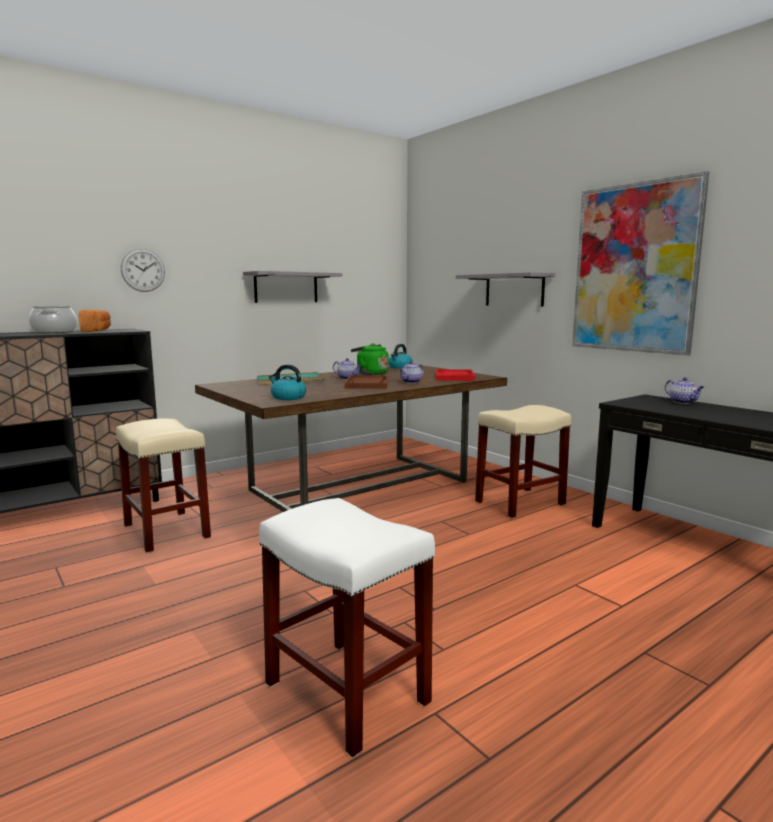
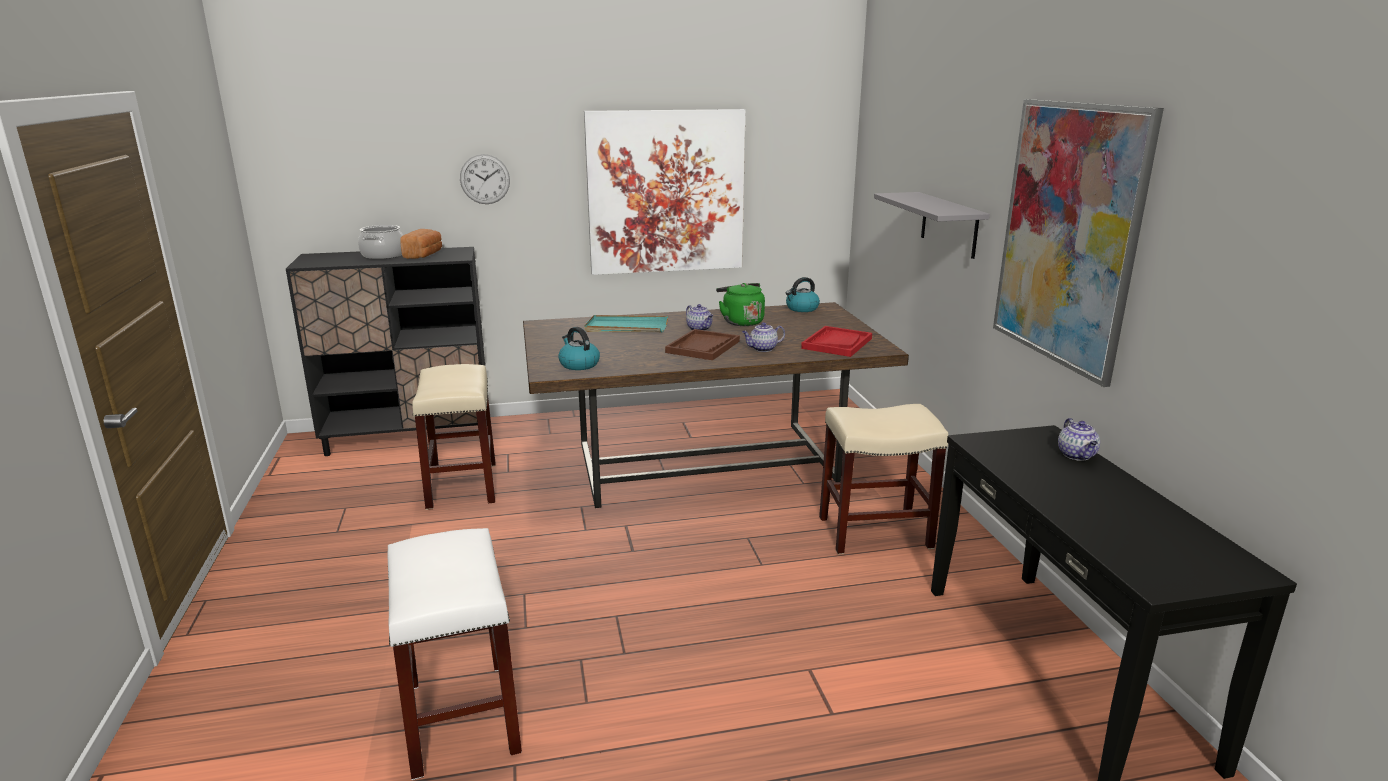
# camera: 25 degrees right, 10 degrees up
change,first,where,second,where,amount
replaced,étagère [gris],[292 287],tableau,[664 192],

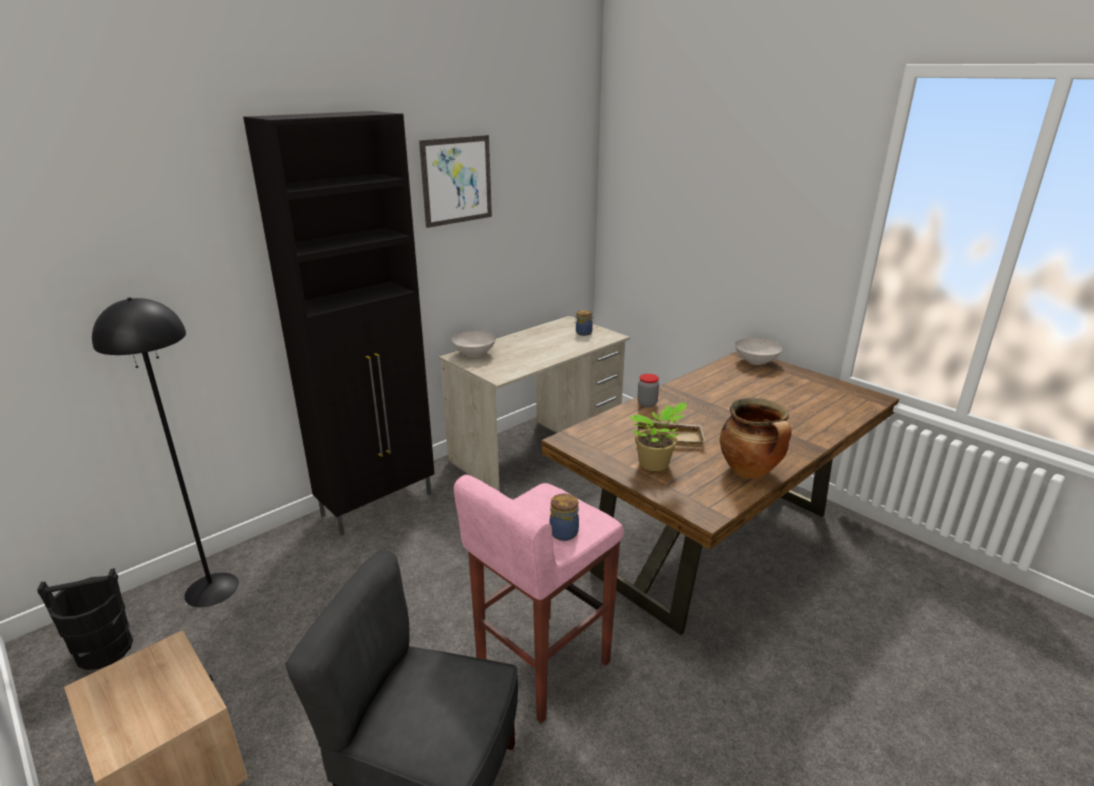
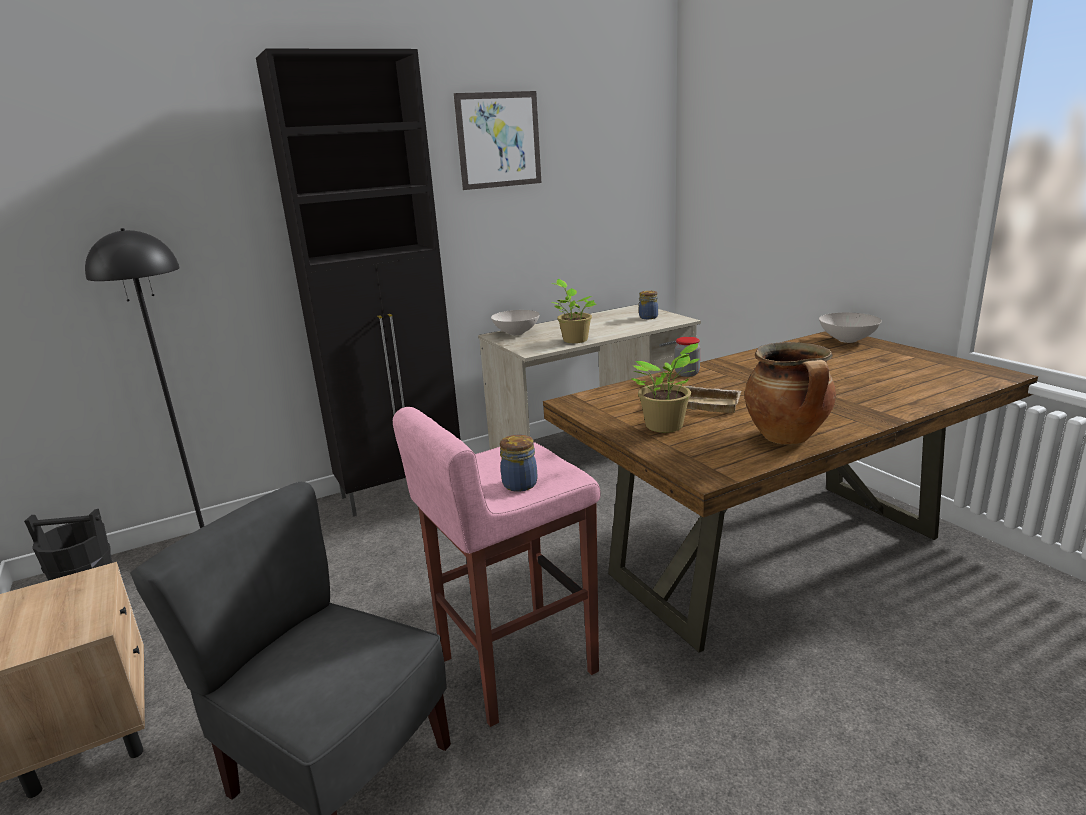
# camera: 15 degrees right, 5 degrees down
change,first,where,second,where,amount
added,,,plante en pot,[573 311],

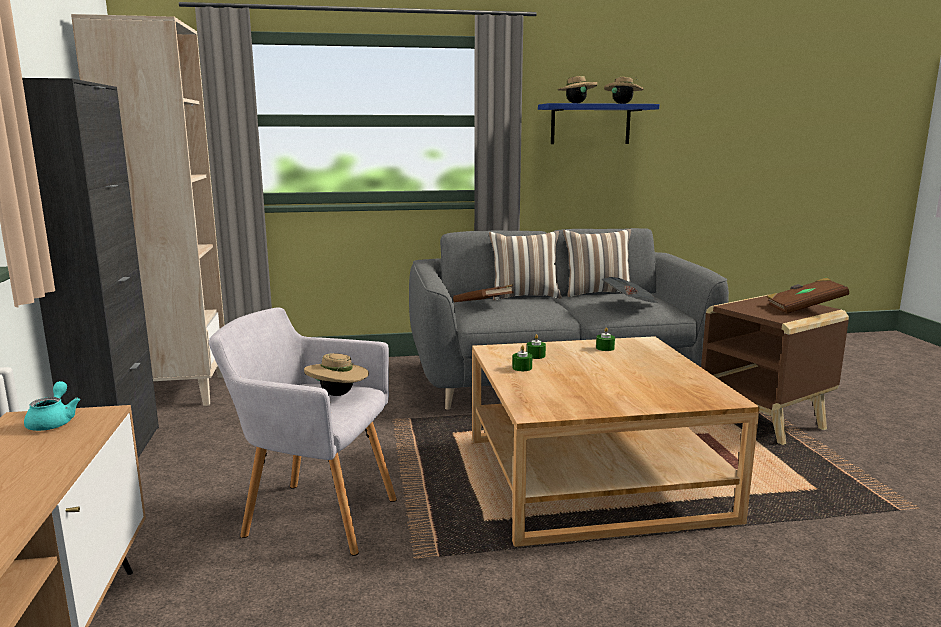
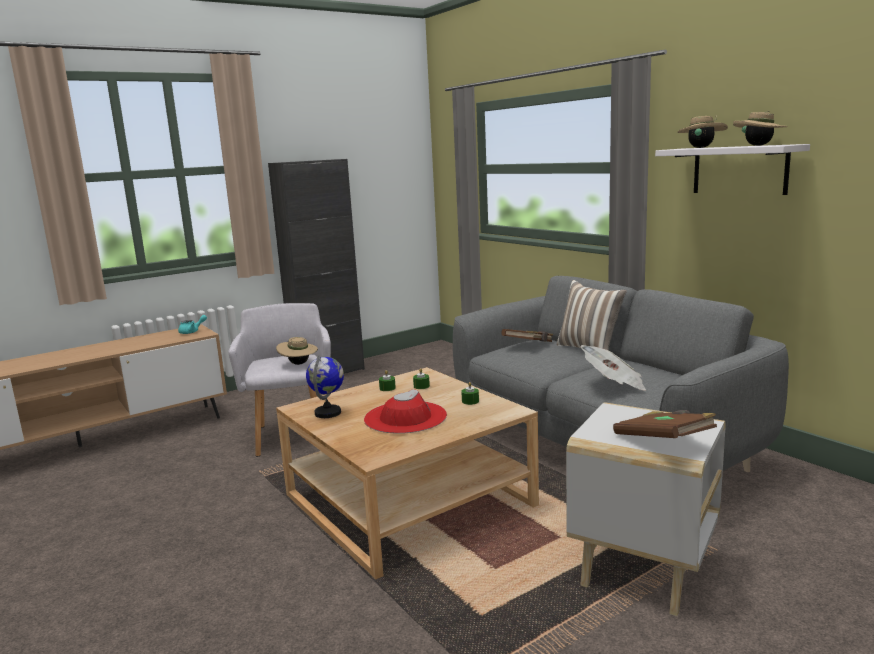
# camera: 65 degrees right, 0 degrees up
change,first,where,second,where,amount
removed,bibliothèque [beige],[148 210],,,
removed,coussin,[597 263],,,
added,,,globe,[325 386],
added,,,chapeau [rouge],[405 411],
recoloured,étagère [bleu],[598 123],étagère [blanc],[732 169],
recoloured,table d'appoint [marron],[775 370],table d'appoint [blanc],[646 509],

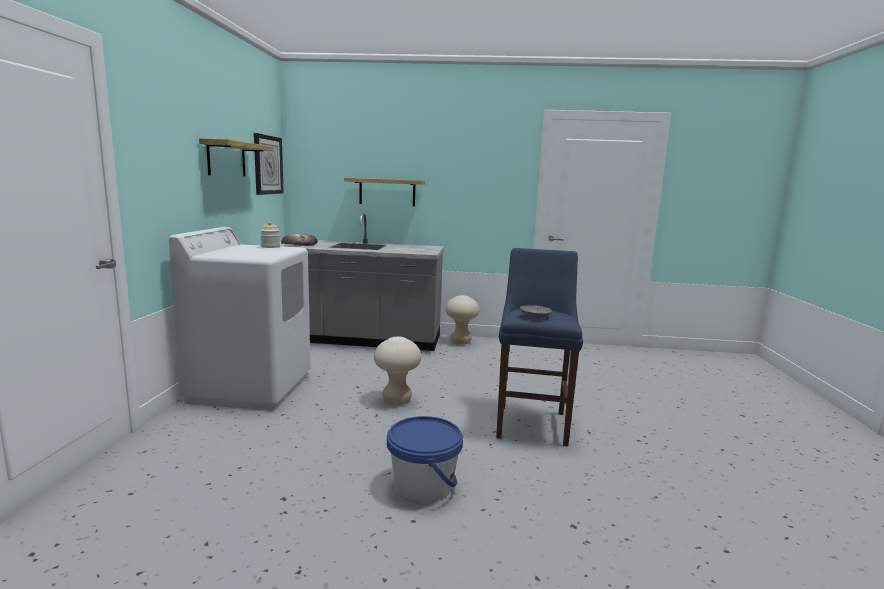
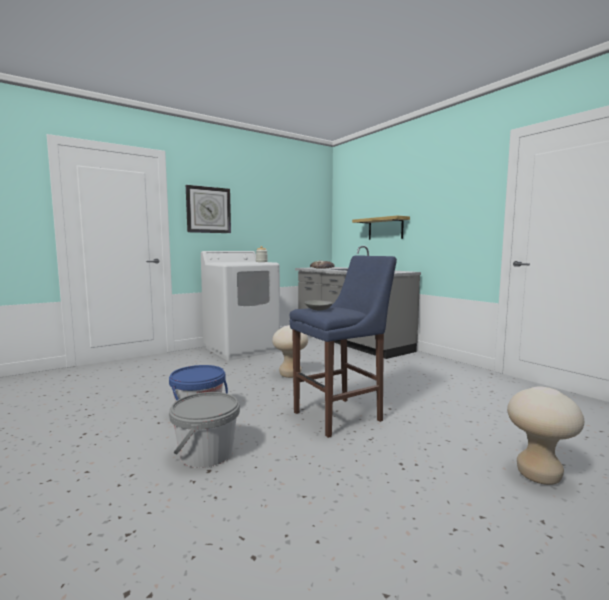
# camera: 50 degrees right, 5 degrees down
change,first,where,second,where,amount
removed,étagère,[236 157],,,
added,,,seau [gris],[204 430],
moved,horloge murale,[269 164],,[208 209],
moved,tabouret [beige],[462 320],,[545 436],

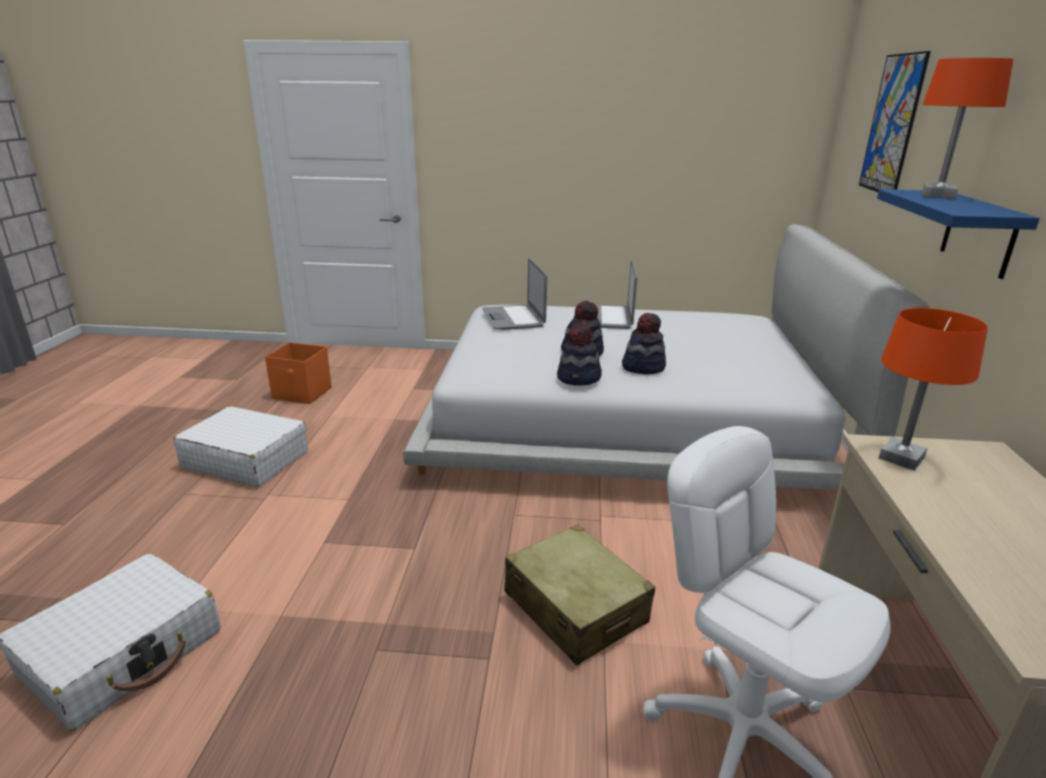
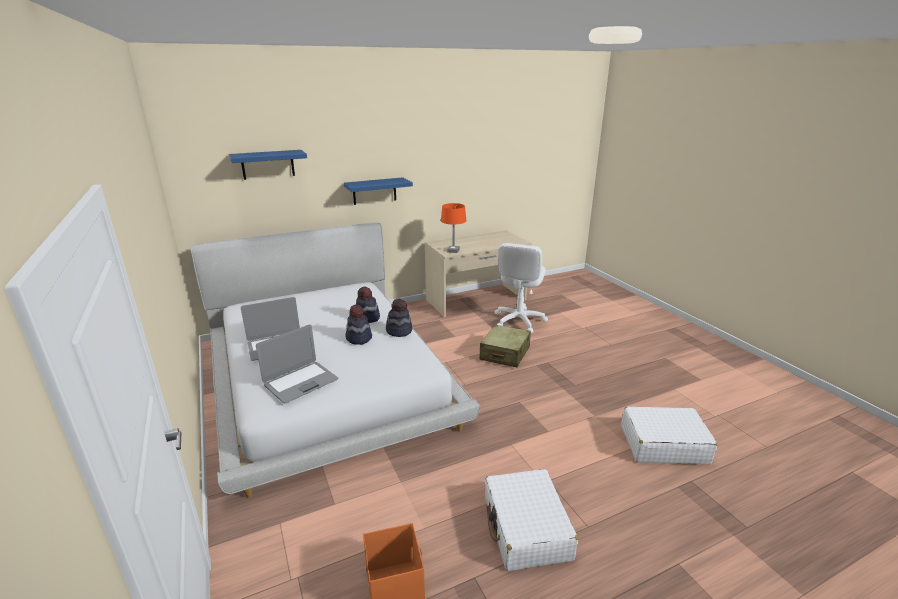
# camera: 120 degrees left, 0 degrees up
change,first,where,second,where,amount
removed,lampe de table [orange],[968 128],,,
replaced,tableau,[895 121],étagère [bleu],[268 165],

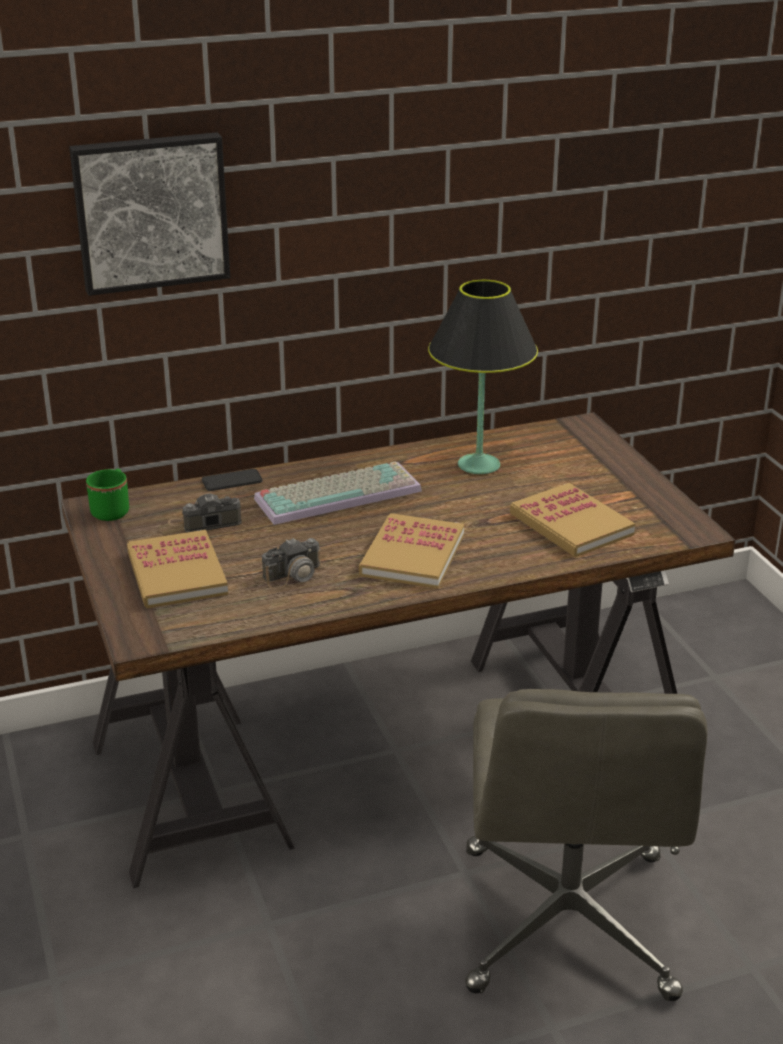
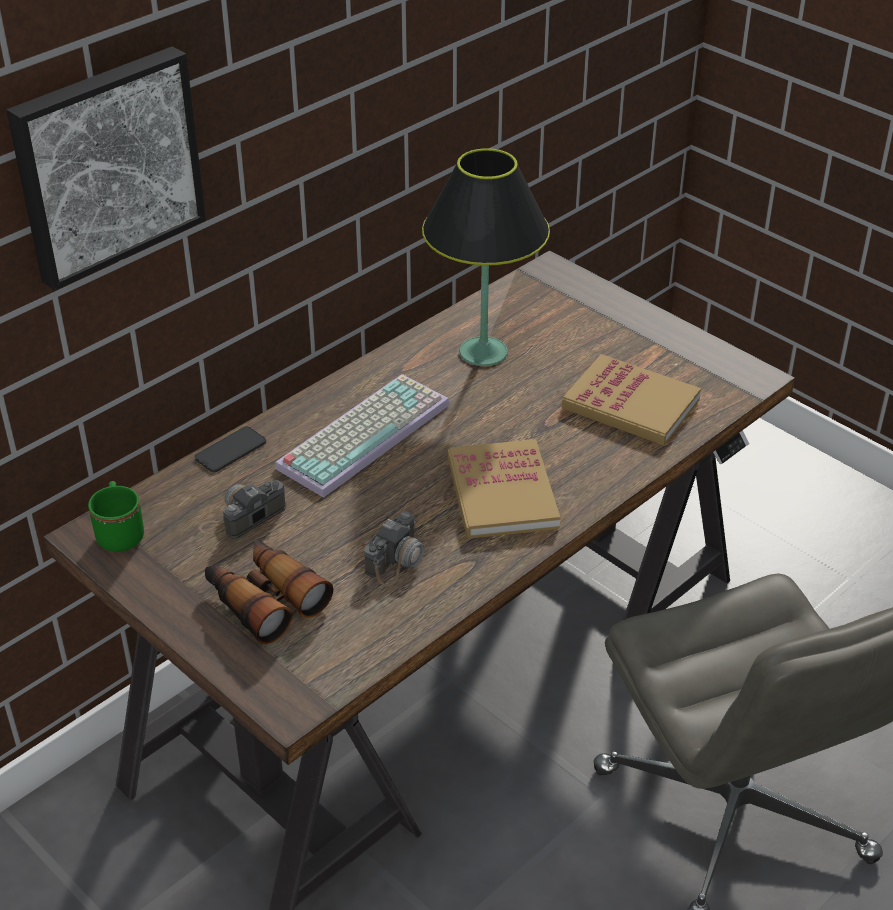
# camera: 25 degrees left, 10 degrees up
change,first,where,second,where,amount
replaced,livre,[177 569],jumelles,[269 591],

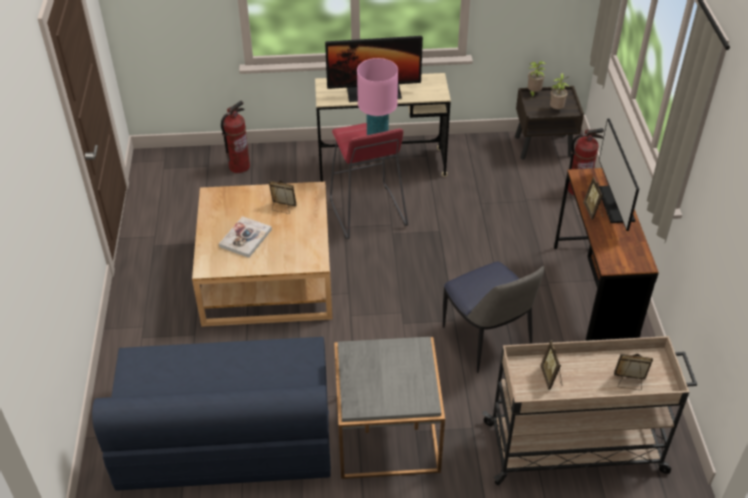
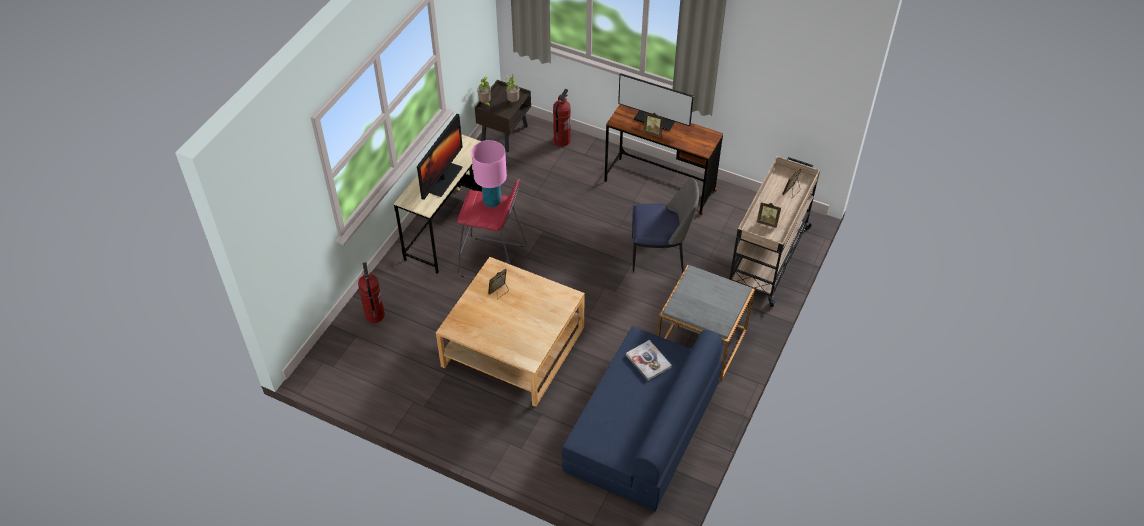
# camera: 60 degrees left, 5 degrees up
change,first,where,second,where,amount
moved,livre,[245 237],,[649 360],

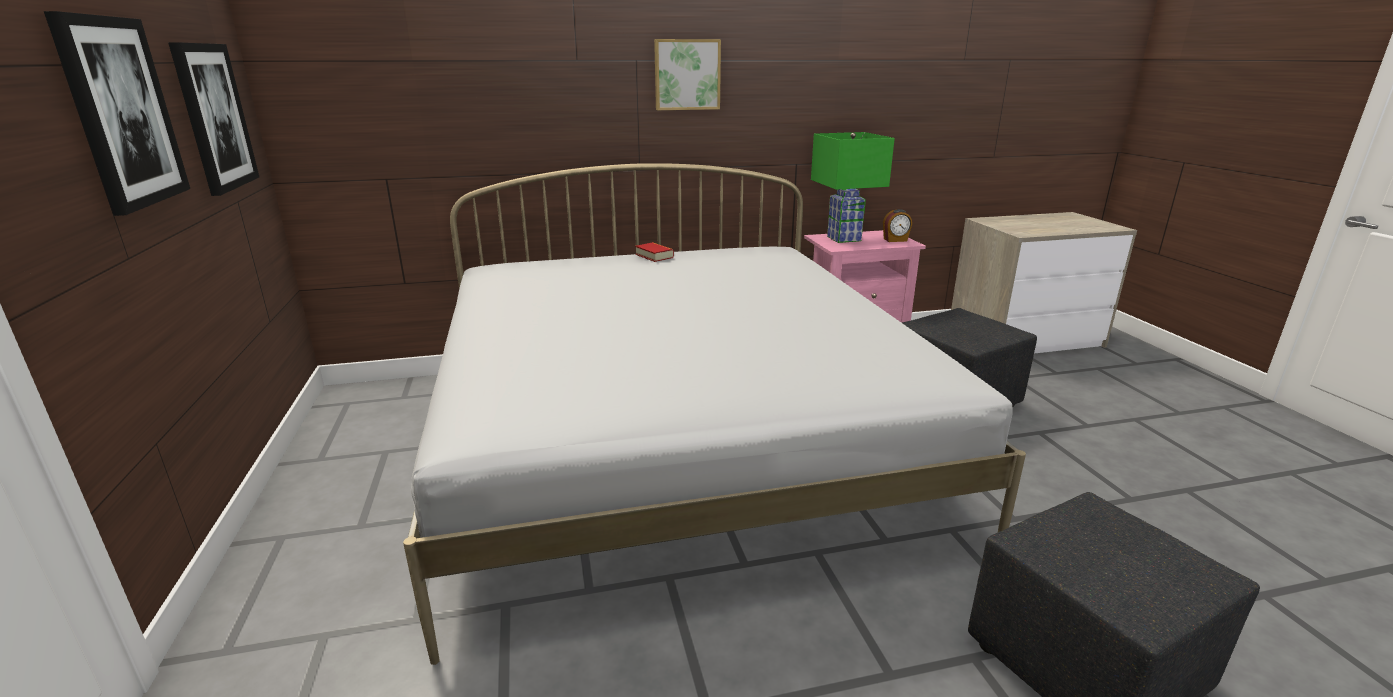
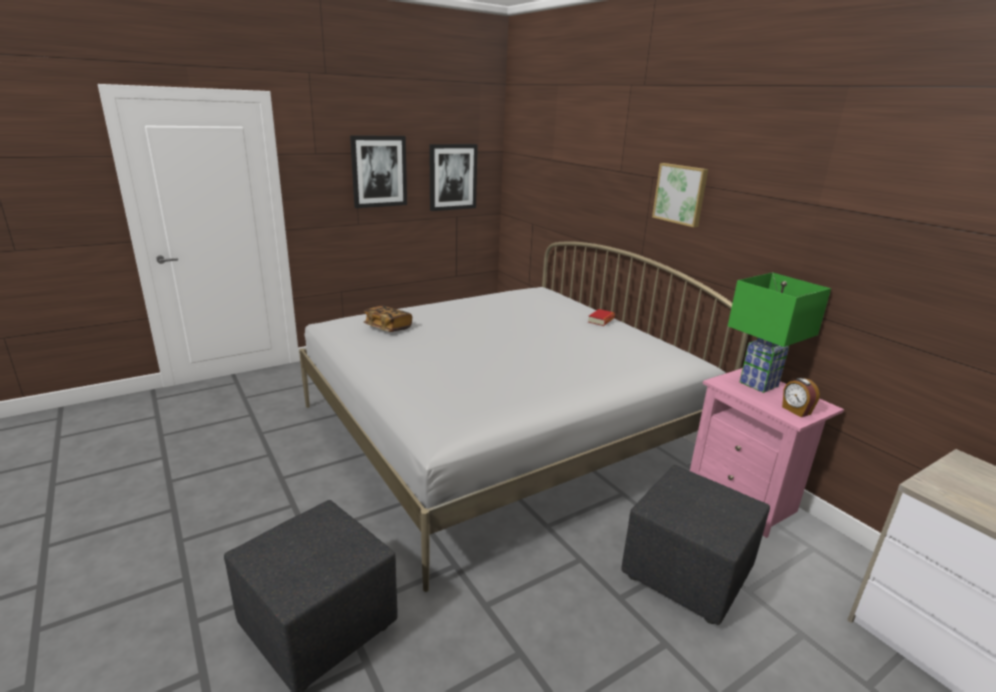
# camera: 70 degrees right, 0 degrees up
change,first,where,second,where,amount
added,,,livre,[387 319],

